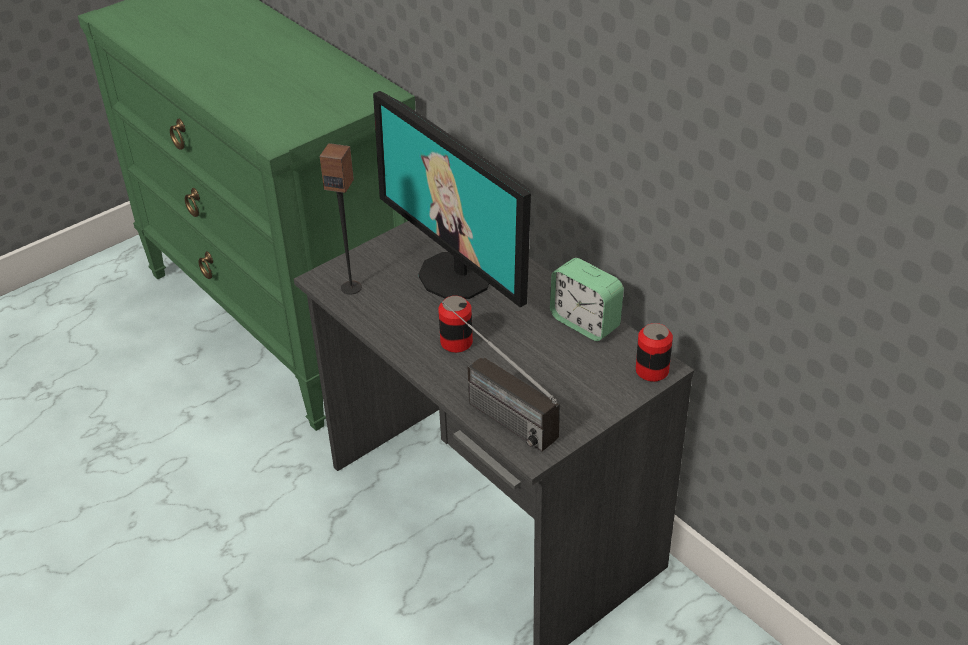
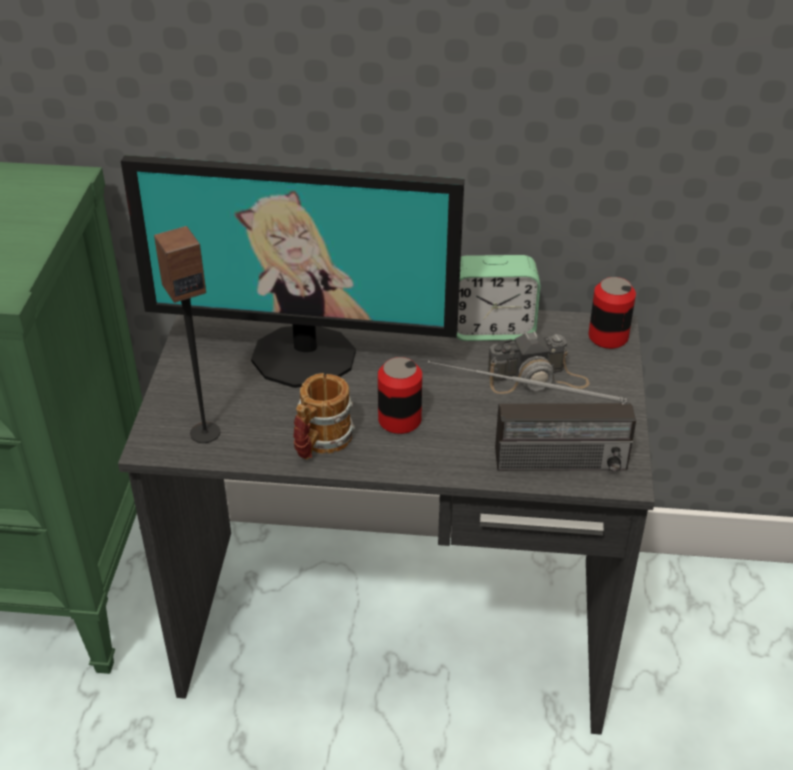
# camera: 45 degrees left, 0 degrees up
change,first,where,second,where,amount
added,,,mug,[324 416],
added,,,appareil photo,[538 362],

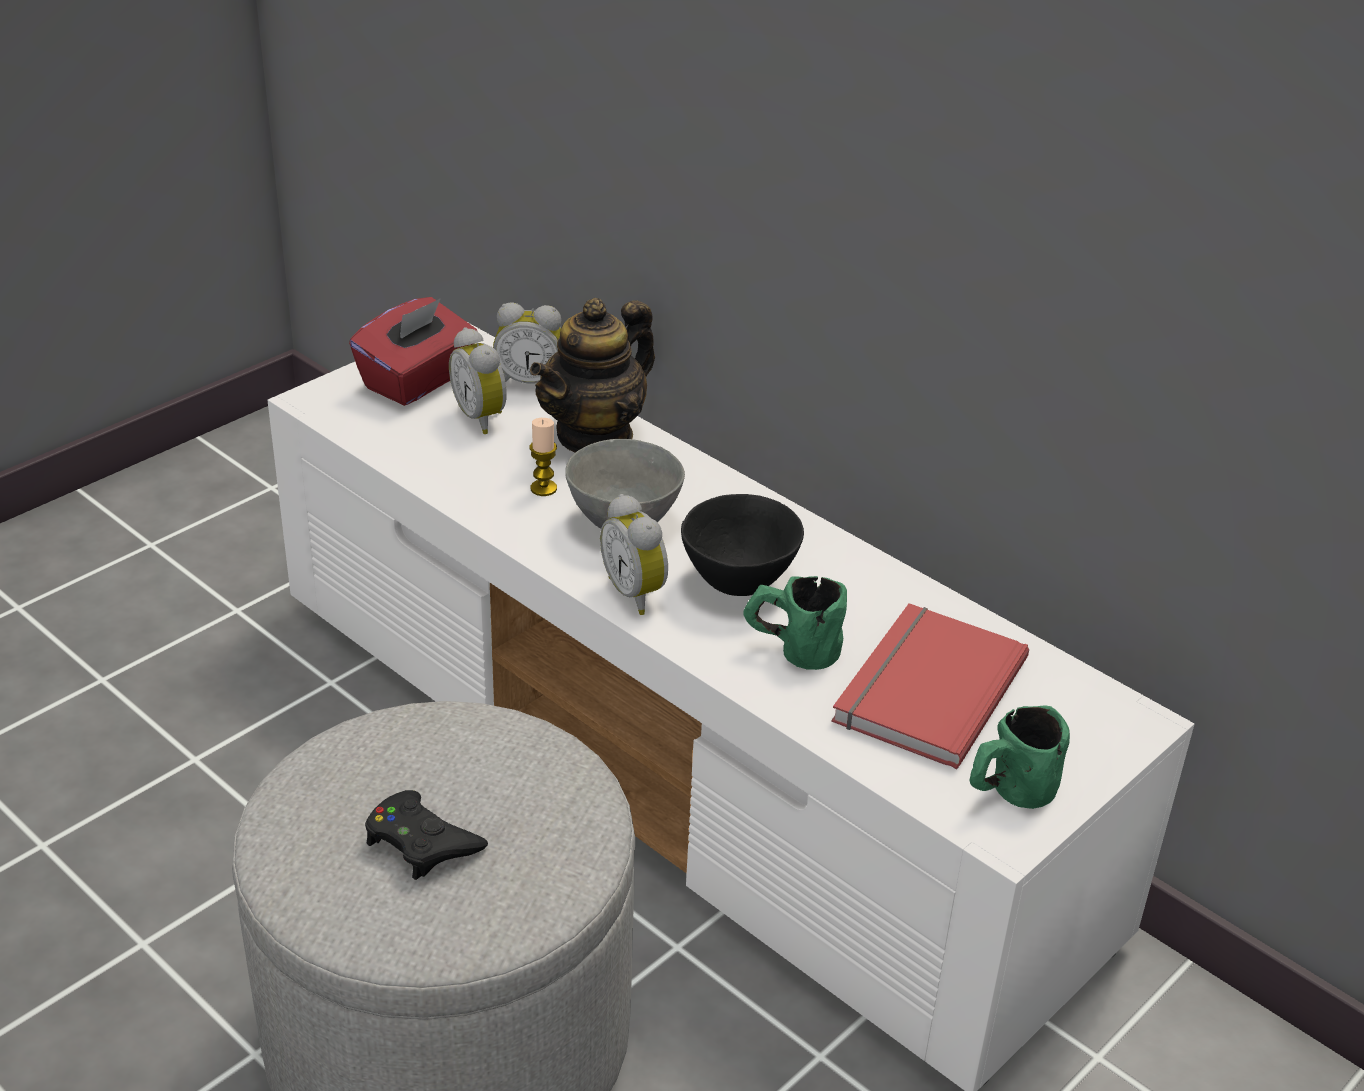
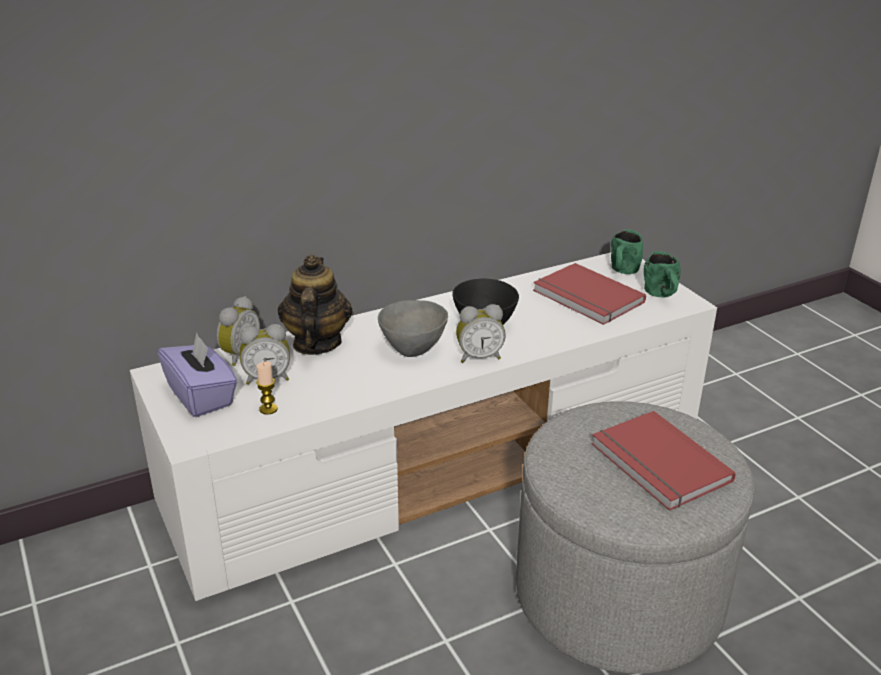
# camera: 70 degrees left, 5 degrees down
change,first,where,second,where,amount
moved,bougie,[543 457],,[267 388],
moved,mug [vert],[795 623],,[627 251],
replaced,manette [noir],[426 835],livre [rouge],[663 461],
recoloured,boîte à mouchoirs [rouge],[413 351],boîte à mouchoirs [violet],[198 375],
turned,théière,[592 375],,[315 305],150 degrees counterclockwise

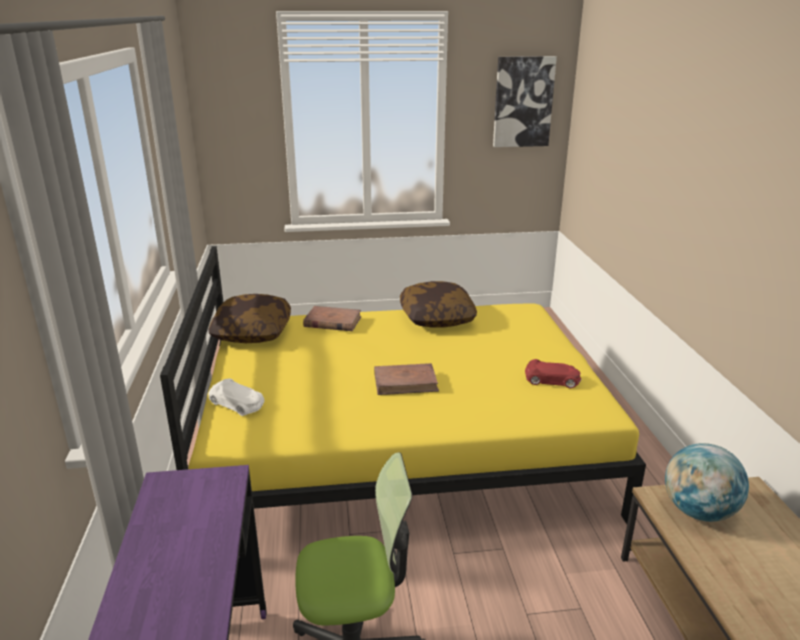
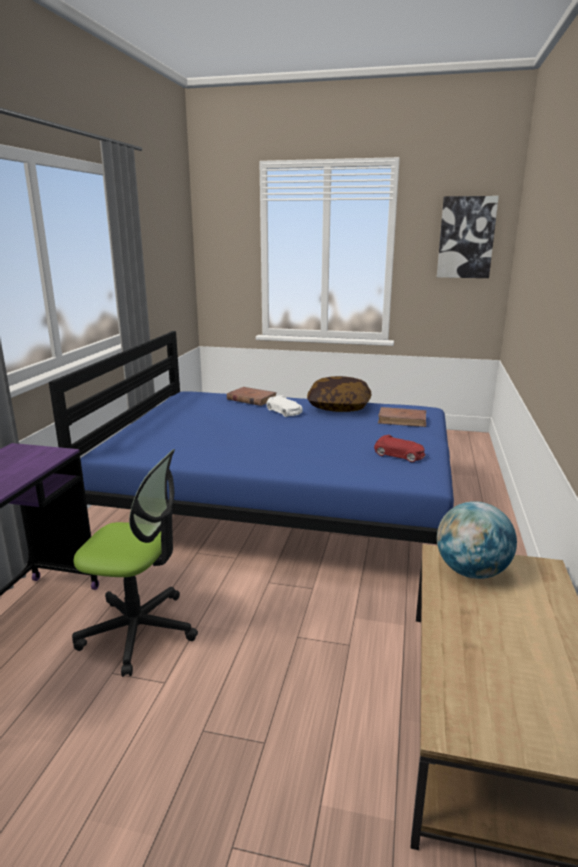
# camera: 20 degrees right, 5 degrees down
change,first,where,second,where,amount
removed,coussin,[250 318],,,
moved,petite voiture [blanc],[236 397],,[284 406],
moved,livre [marron],[406 379],,[402 417],
recoloured,lit [jaune],[403 385],lit [bleu],[251 437],

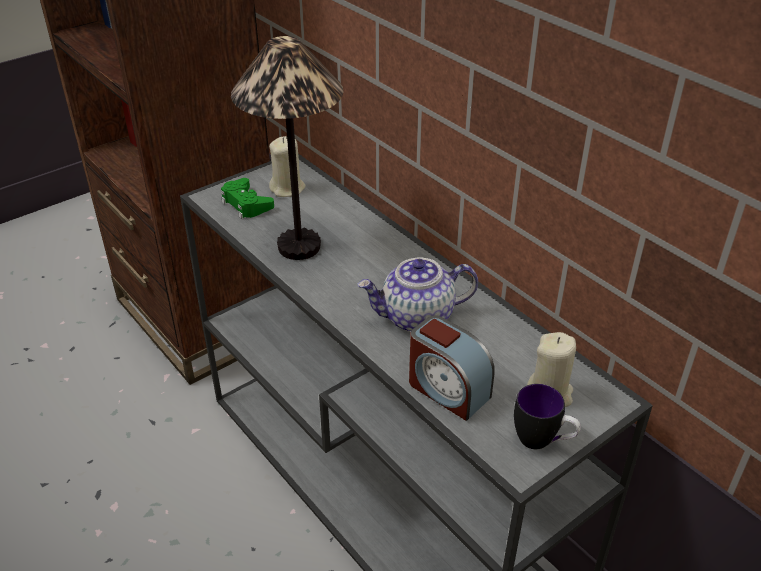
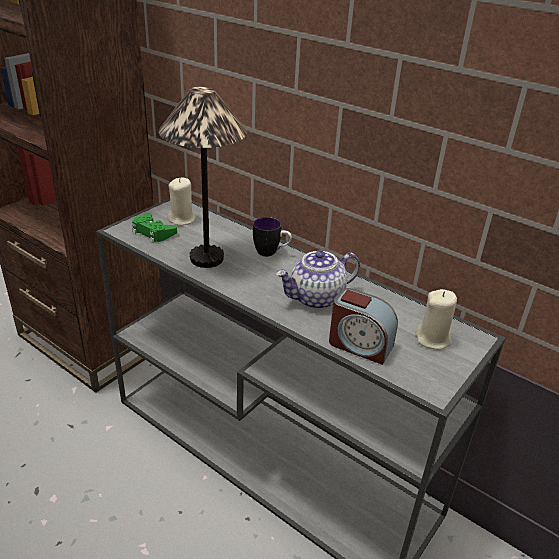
# camera: 15 degrees left, 5 degrees down
change,first,where,second,where,amount
moved,mug,[547 416],,[272 237],

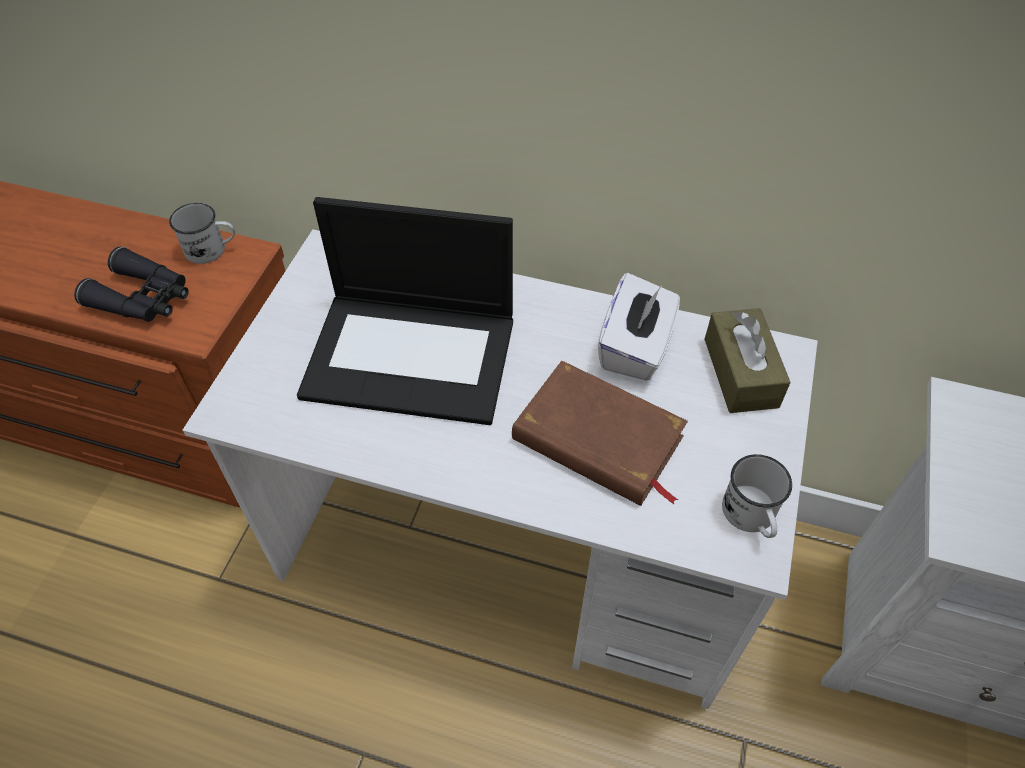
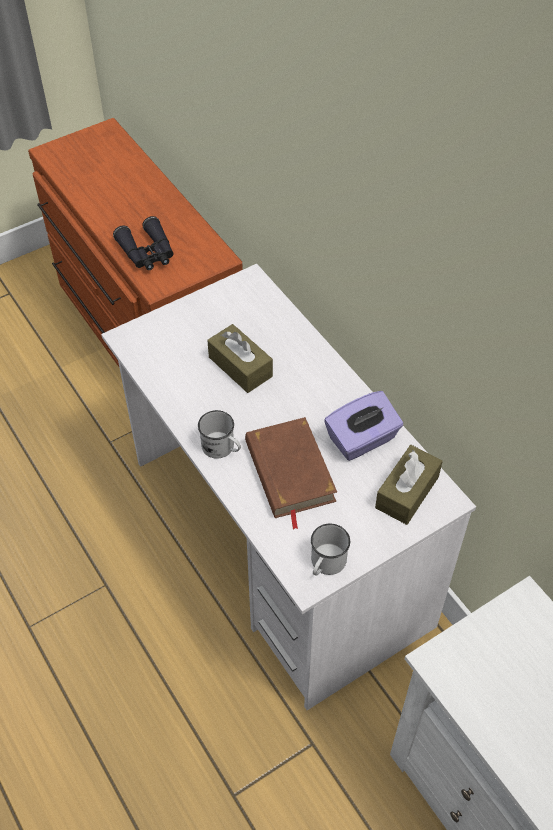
# camera: 40 degrees right, 0 degrees up
change,first,where,second,where,amount
moved,mug [blanc],[202 233],,[219 434],
replaced,ordinateur portable,[405 311],boîte à mouchoirs [marron],[240 358],
recoloured,boîte à mouchoirs [blanc],[639 327],boîte à mouchoirs [violet],[363 426],

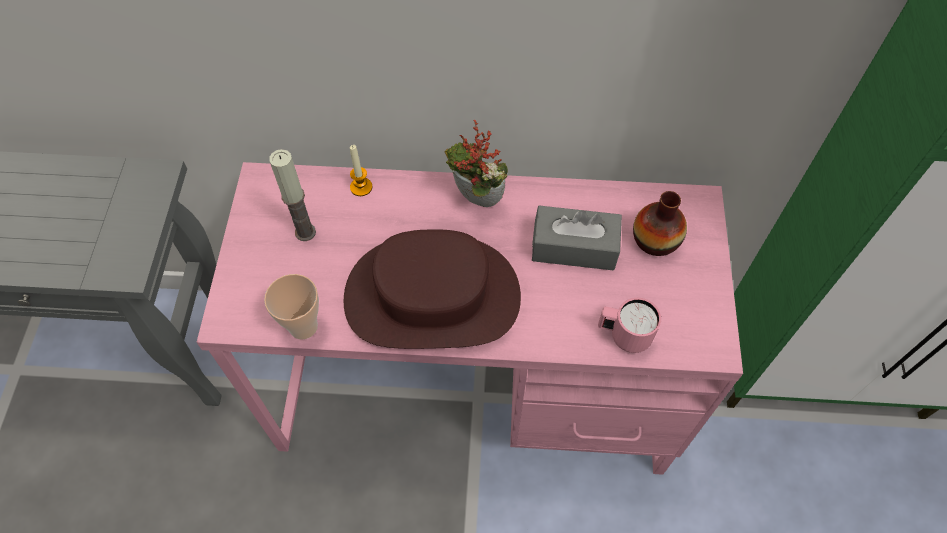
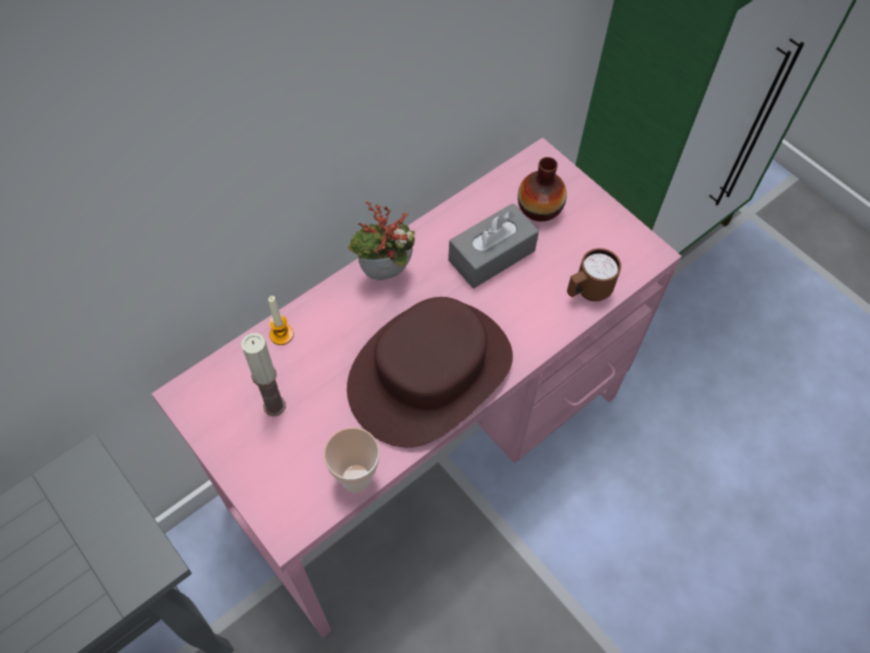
# camera: 45 degrees left, 0 degrees up
change,first,where,second,where,amount
recoloured,mug [rose],[629 325],mug [marron],[594 274],

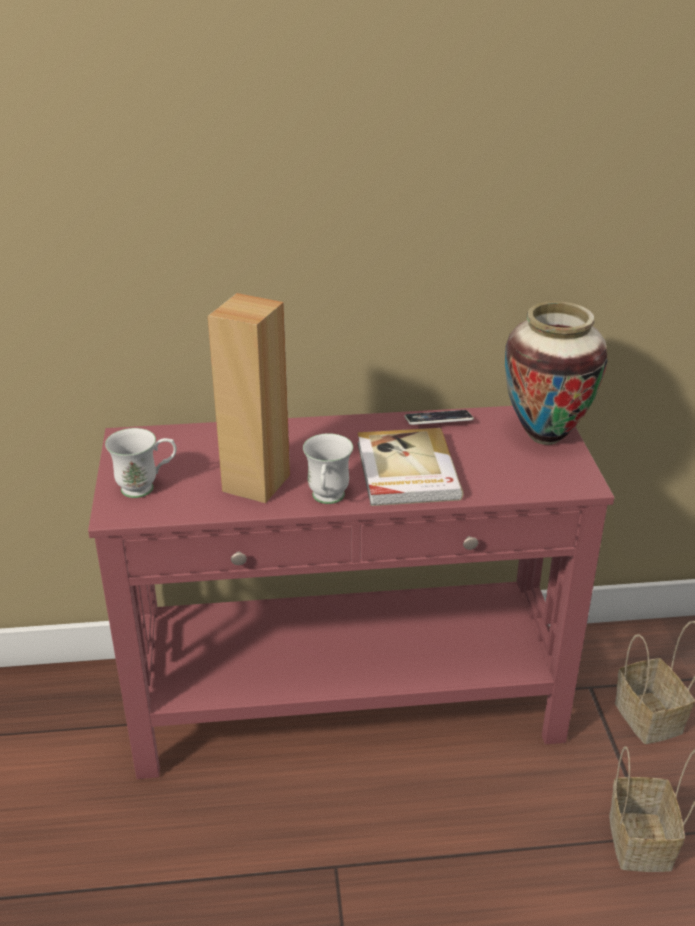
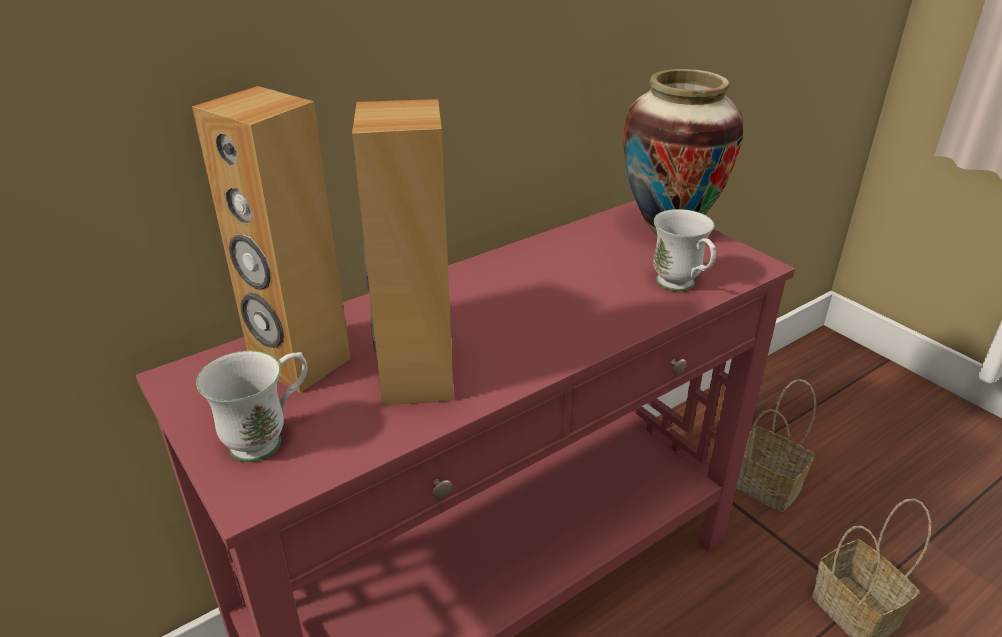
# camera: 30 degrees left, 0 degrees up
change,first,where,second,where,amount
removed,livre,[410 467],,,
removed,téléphone,[439 417],,,
added,,,enceinte [marron],[271 239],
moved,mug [blanc],[328 468],,[685 250],

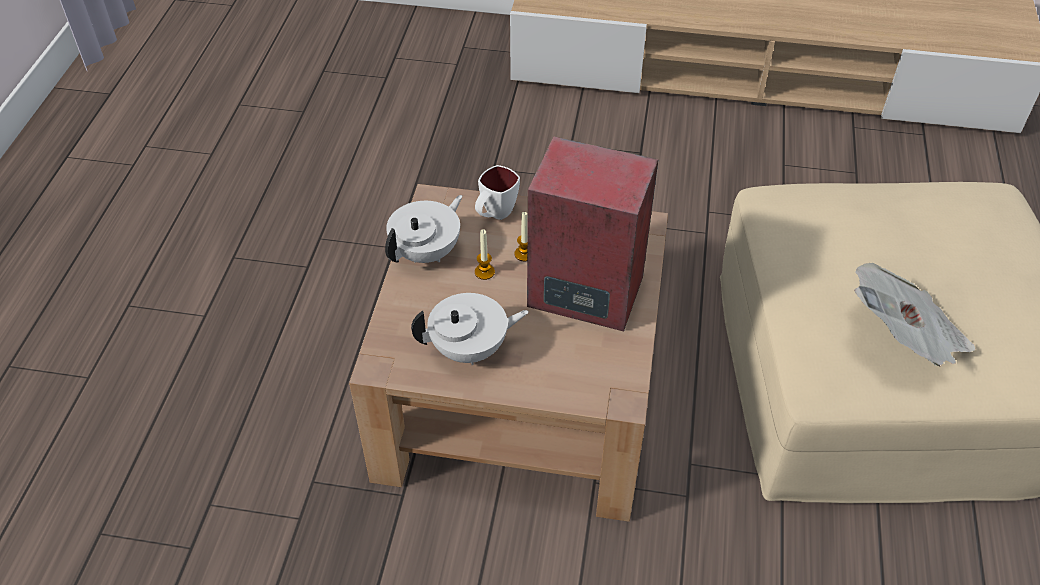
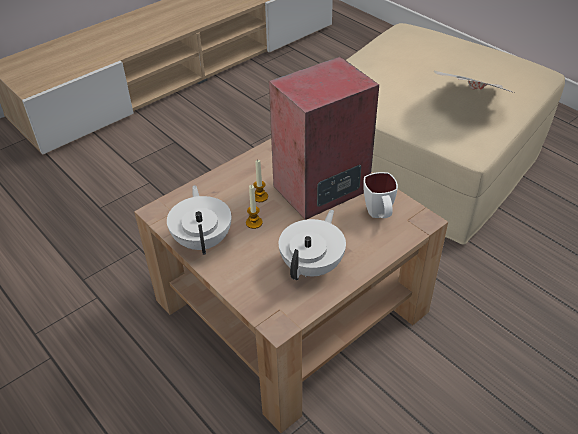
# camera: 50 degrees left, 5 degrees down
change,first,where,second,where,amount
moved,mug [blanc],[497 192],,[380 195],

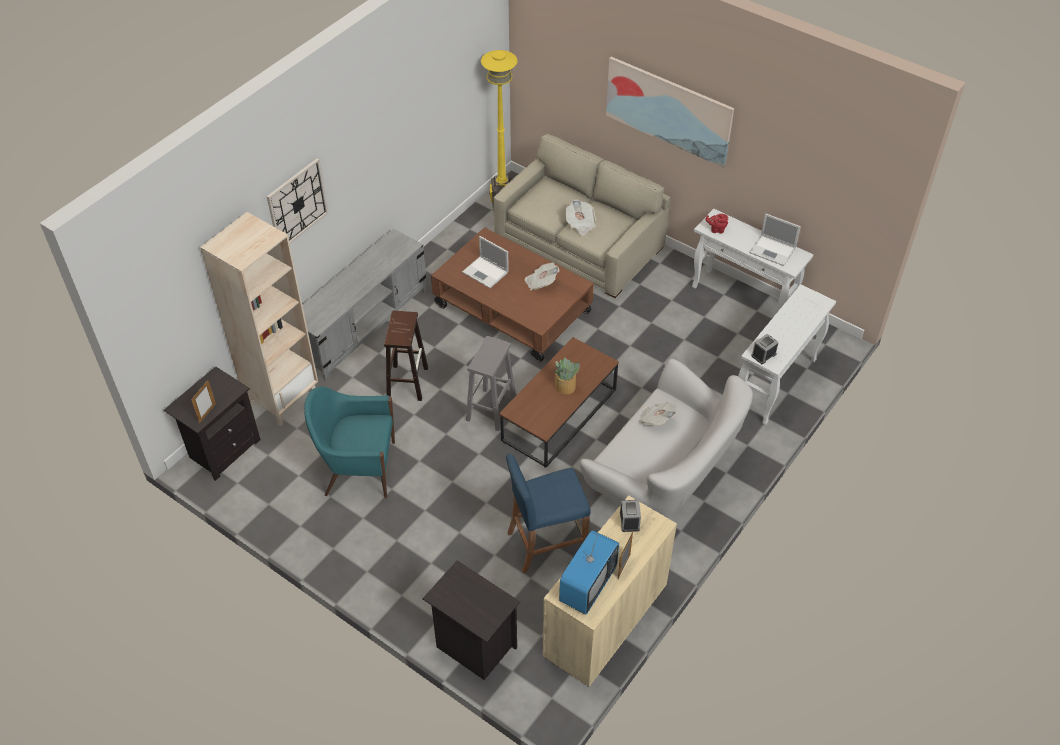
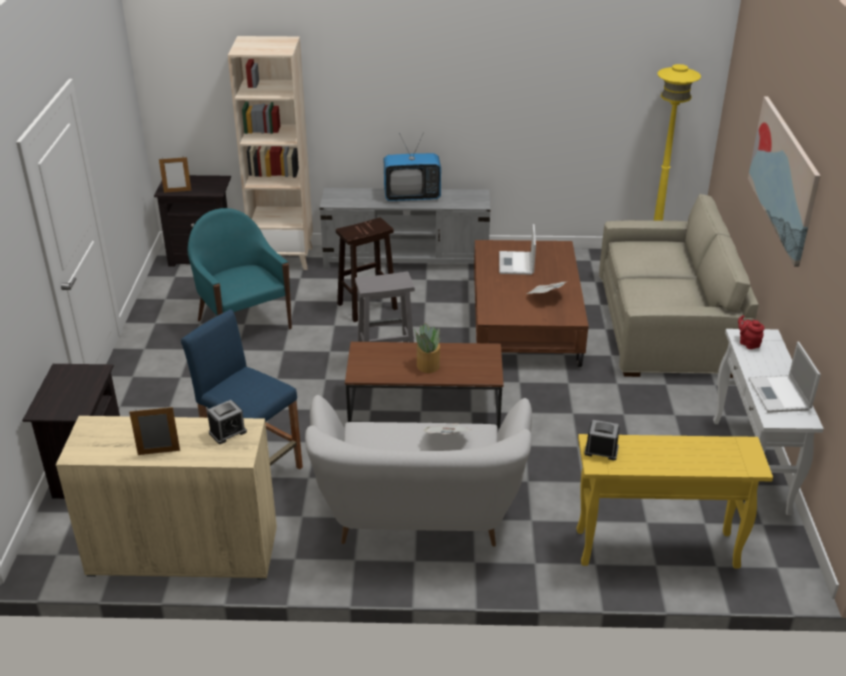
# camera: 55 degrees right, 15 degrees down
change,first,where,second,where,amount
removed,horloge murale,[297 200],,,
removed,journal,[581 217],,,
moved,téléviseur,[589 572],,[412 166],
recoloured,table console [blanc],[787 354],table console [jaune],[675 501],

